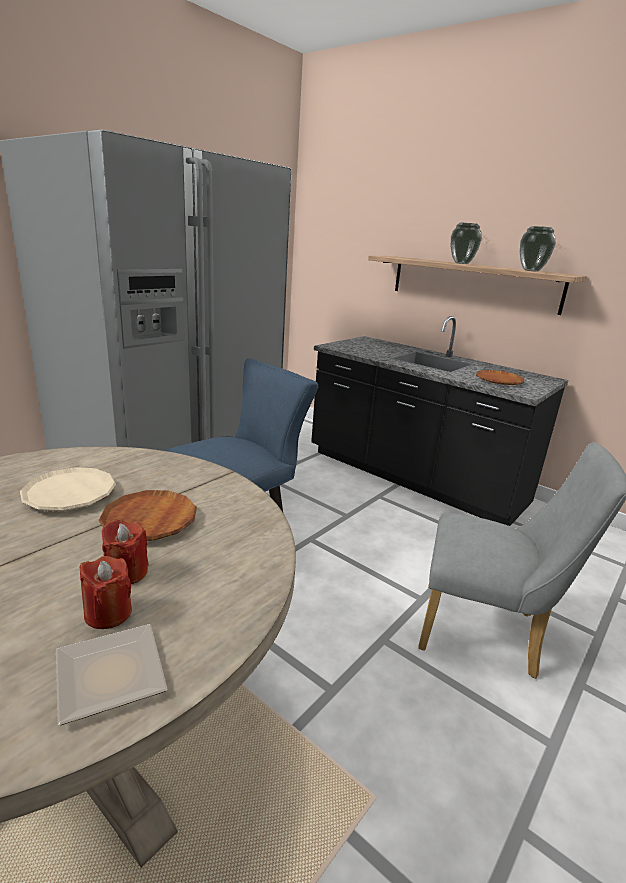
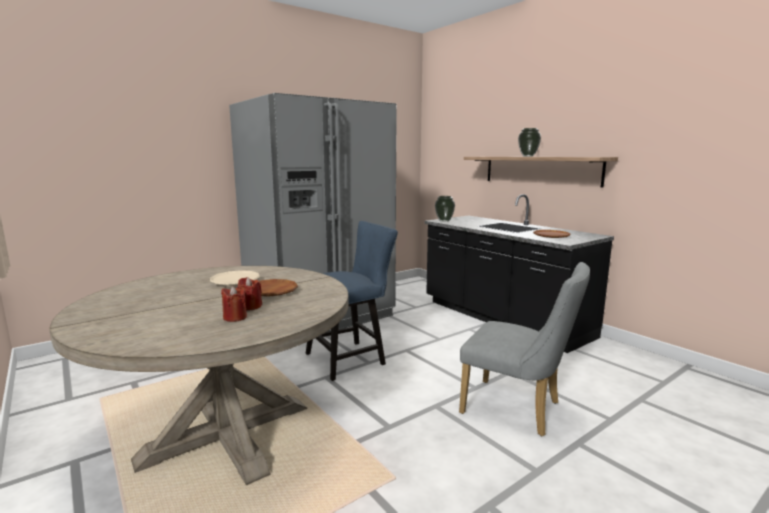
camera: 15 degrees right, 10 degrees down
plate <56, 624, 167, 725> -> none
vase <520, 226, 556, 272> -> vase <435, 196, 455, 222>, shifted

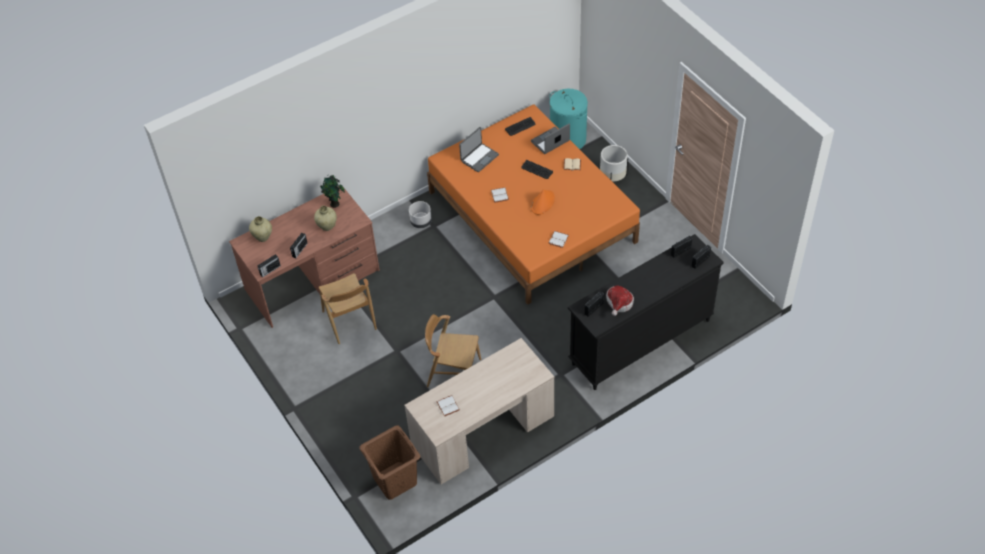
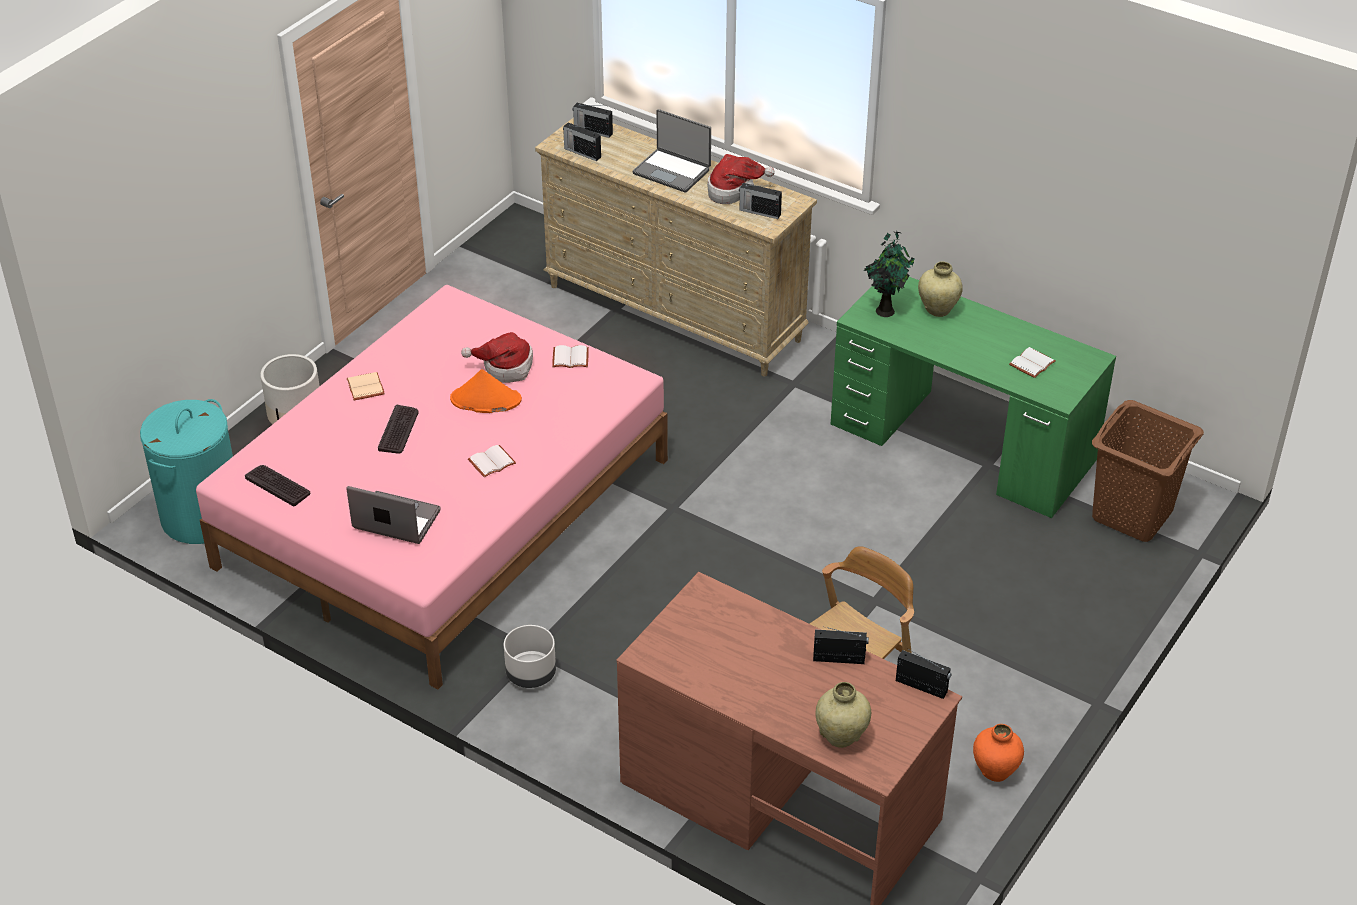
camera: 115 degrees left, 10 degrees down
plain chair in brown-coloured <425, 314, 481, 387> -> none
none -> hat <461, 332, 533, 383>
none -> vase in orange <973, 724, 1024, 782>
vase in beige-coloured <314, 206, 337, 231> -> vase in beige-coloured <918, 261, 963, 317>, shifted
houseplant <320, 175, 345, 208> -> houseplant <864, 231, 915, 317>, shifted
portable computer <531, 123, 570, 154> -> portable computer <632, 109, 711, 193>, shifted
desk in beige-coloured <404, 338, 554, 485> -> desk in green <831, 277, 1116, 518>
sleeping bed in orange <427, 104, 640, 305> -> sleeping bed in pink <196, 285, 668, 689>
dresser in black-coloured <568, 234, 724, 390> -> dresser in beige-coloured <535, 117, 817, 377>

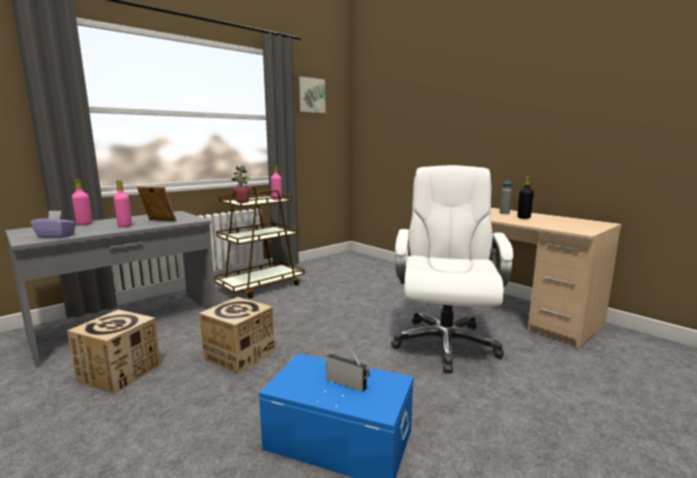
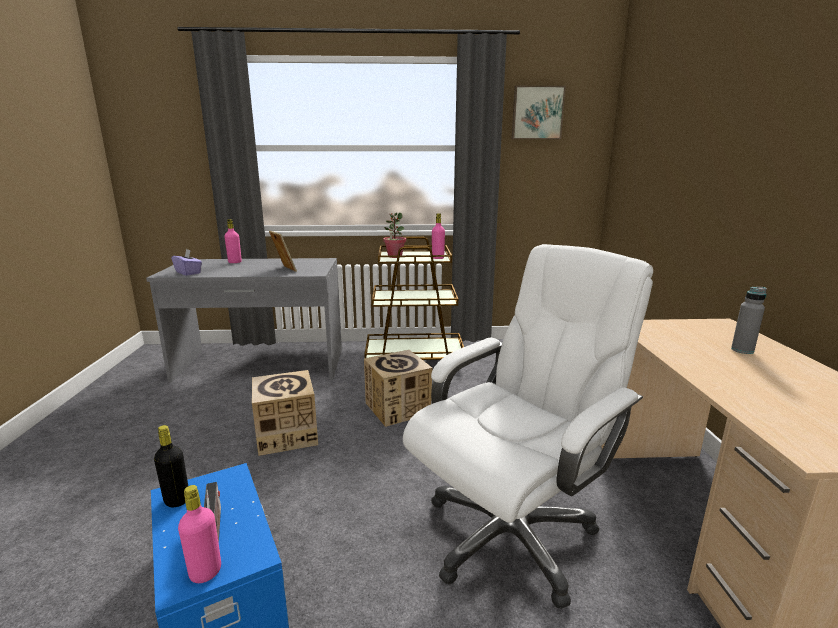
camera: 40 degrees right, 5 degrees up
cardboard box <67, 309, 160, 394> -> cardboard box <364, 350, 432, 427>, shifted
beverage bottle in pink <114, 180, 132, 227> -> beverage bottle in pink <178, 485, 221, 583>, shifted
beverage bottle in black-coloured <517, 176, 534, 219> -> beverage bottle in black-coloured <154, 425, 188, 507>, shifted

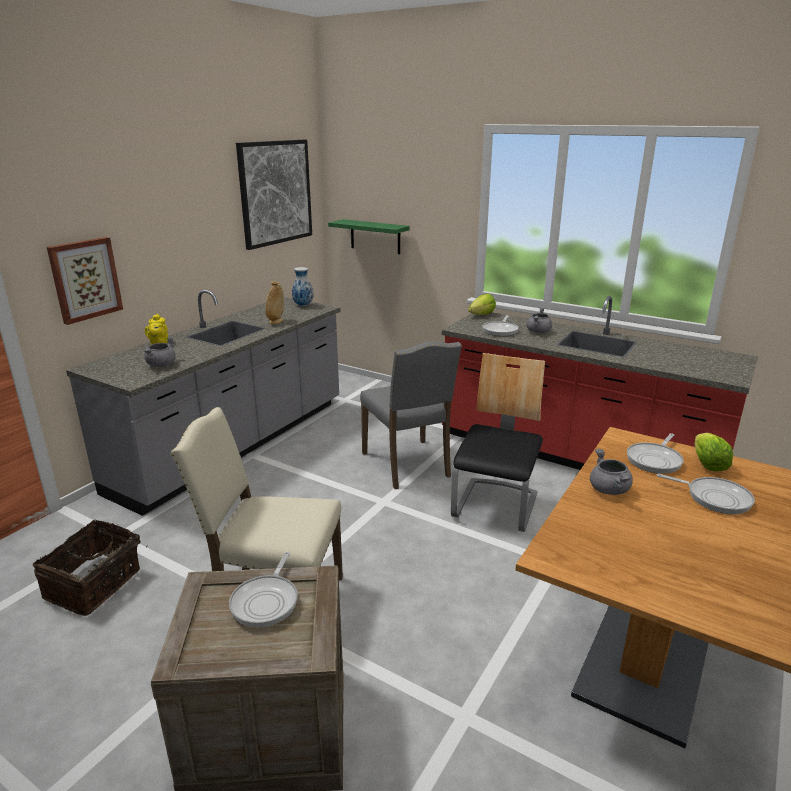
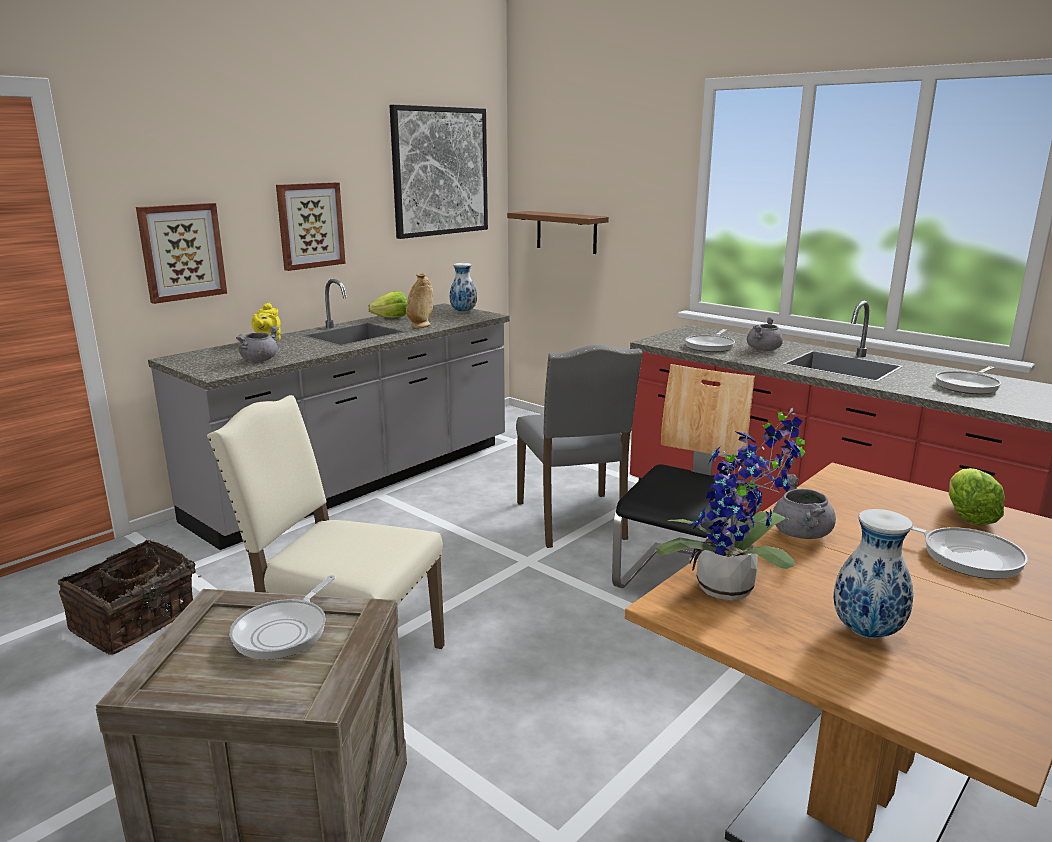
camera: 10 degrees right, 5 degrees down
none -> wall art <276, 182, 346, 271>
none -> houseplant <656, 408, 806, 601>
none -> vase <833, 509, 913, 639>
lettuce head <468, 294, 496, 315> -> lettuce head <368, 291, 407, 318>, shifted
skillet <627, 433, 684, 474> -> skillet <935, 366, 1001, 394>, shifted
bracket shelf in green <328, 219, 410, 254> -> bracket shelf in brown-coloured <507, 211, 609, 254>

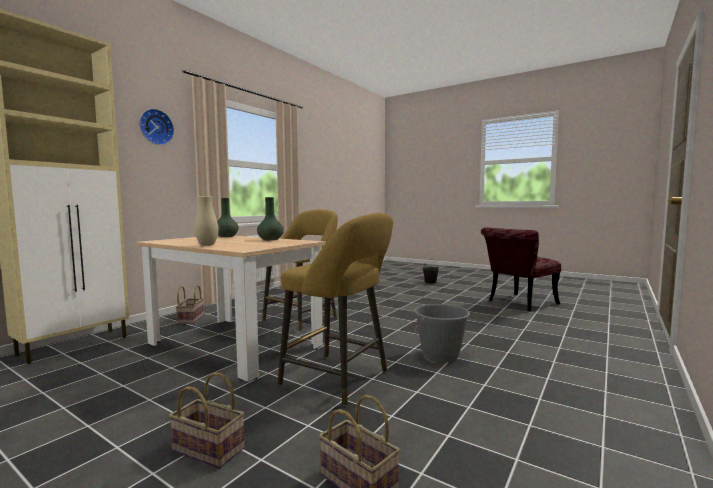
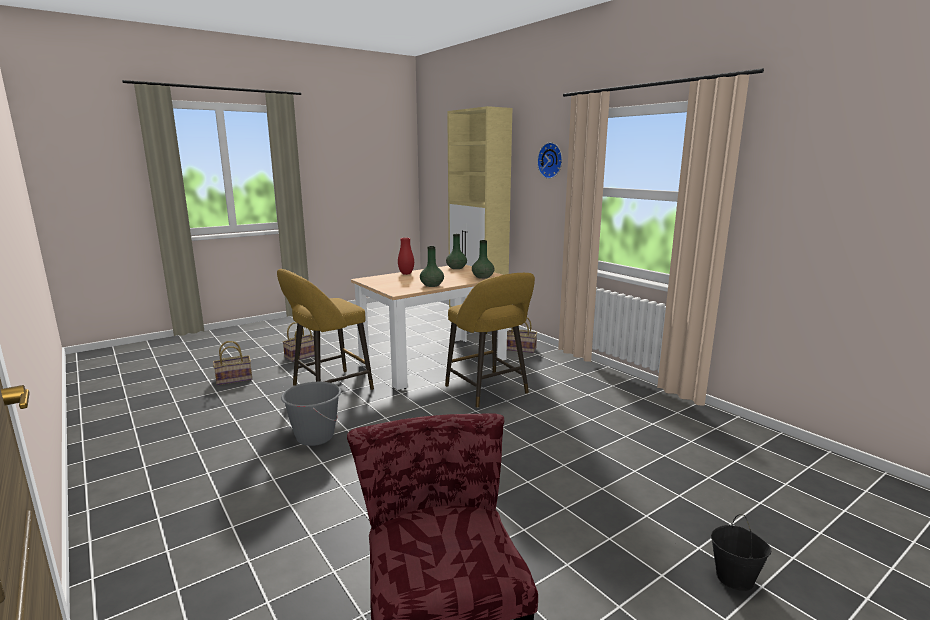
camera: 110 degrees right, 10 degrees up
none -> vase in green <446, 234, 467, 269>
vase in beige-coloured <194, 196, 219, 246> -> vase in red-coloured <398, 238, 414, 275>

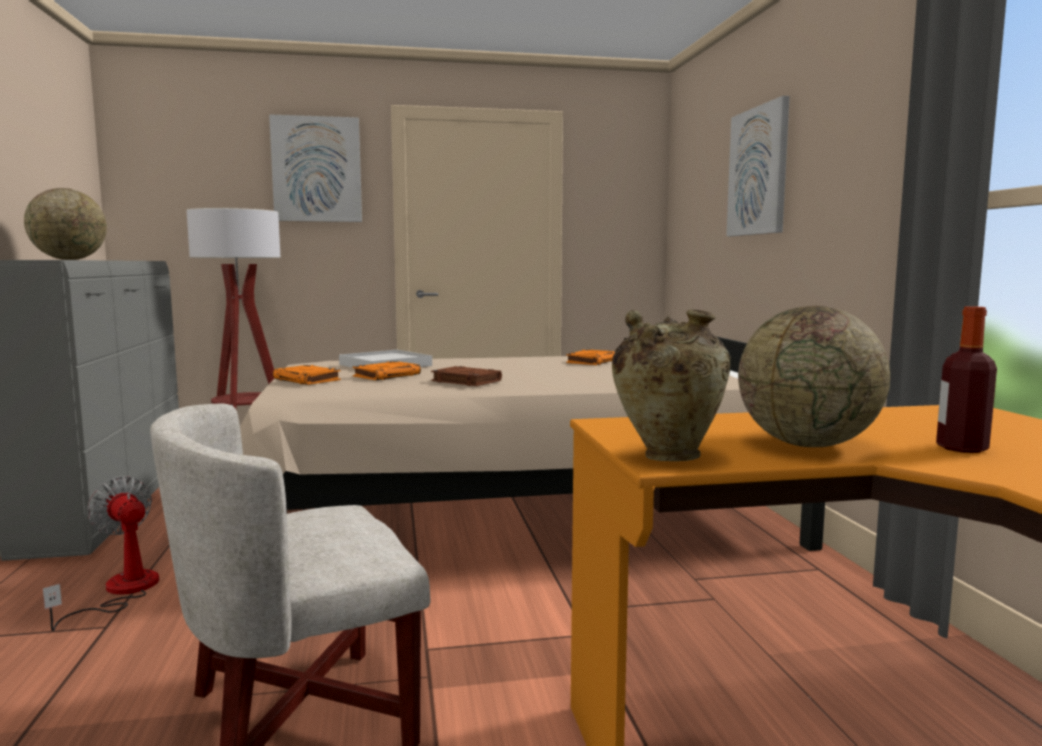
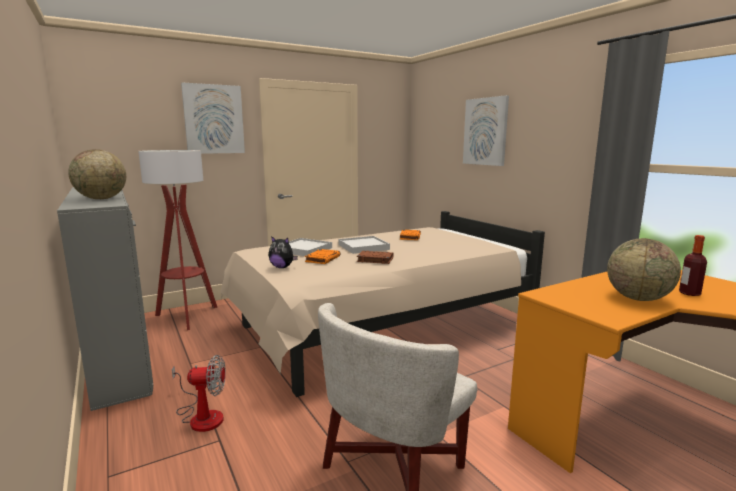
camera: 20 degrees left, 5 degrees up
vase in beige-coloured <612, 309, 731, 461> -> none
none -> carrying tray in white-coloured <339, 236, 390, 254>
book in orange <273, 365, 341, 385> -> plush toy <269, 236, 298, 268>
fan <43, 476, 159, 631> -> fan <172, 355, 226, 432>, 150 degrees clockwise

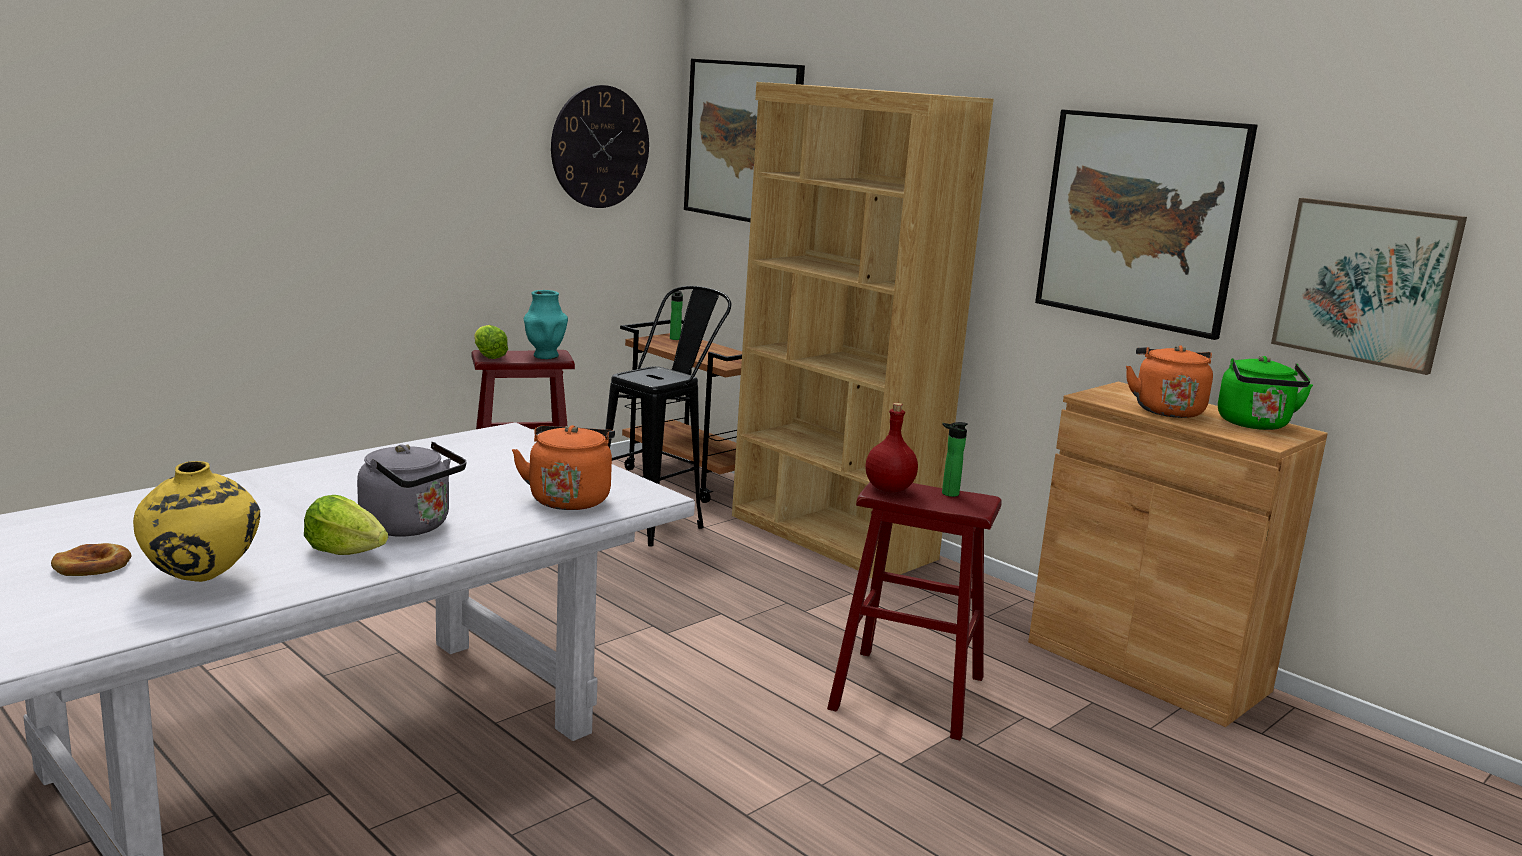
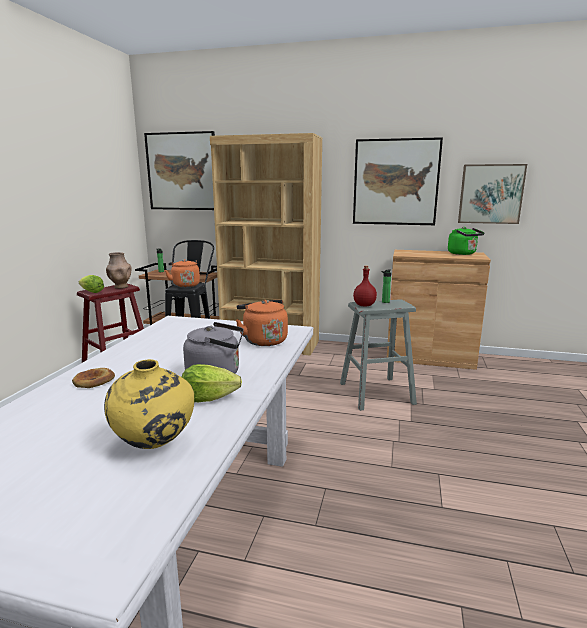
camera: 30 degrees left, 0 degrees up
wall clock <551, 85, 649, 208> -> none
bread <51, 543, 132, 576> -> bread <72, 368, 115, 388>, shifted
tea kettle in orange <1126, 345, 1213, 418> -> tea kettle in orange <165, 259, 200, 288>, shifted
vase in turquoise <524, 290, 568, 359> -> vase in brown-coloured <106, 252, 131, 289>
stool seat in red-coloured <827, 482, 1002, 740> -> stool seat in grey <340, 299, 417, 411>

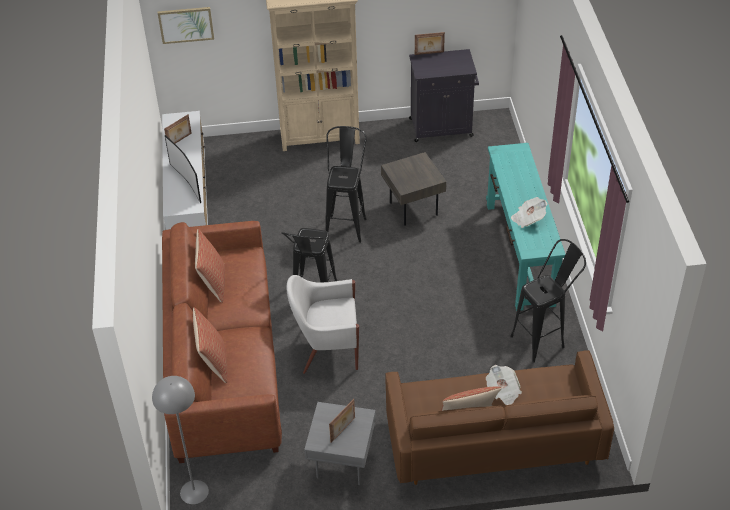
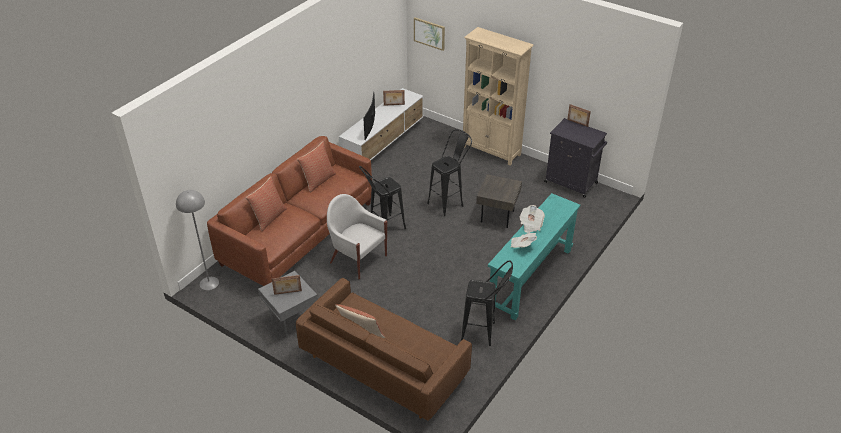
camera: 40 degrees right, 5 degrees down
printed paper <486, 365, 522, 405> -> printed paper <519, 205, 545, 233>, shifted

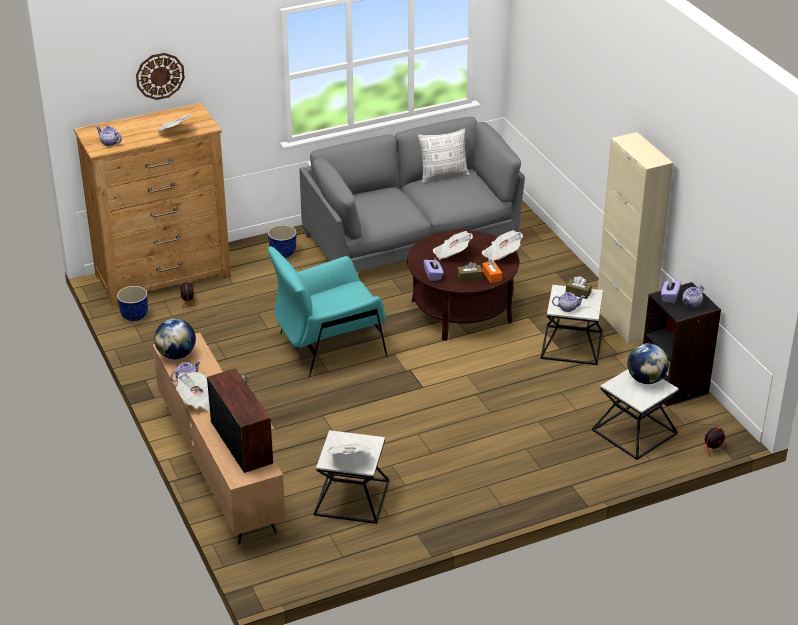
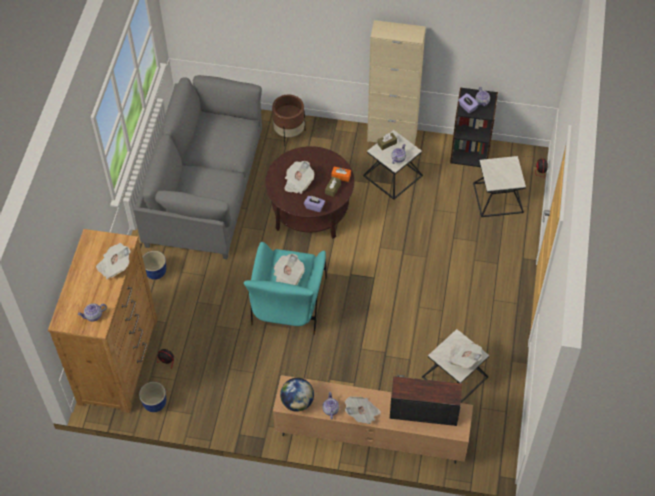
camera: 55 degrees left, 20 degrees up
wall clock <136, 53, 185, 100> -> none
pillow <418, 129, 470, 183> -> none
globe <627, 343, 669, 384> -> none
none -> planter in brown-coloured <272, 95, 305, 144>
printed paper <482, 230, 523, 261> -> printed paper <273, 254, 305, 285>, shifted

